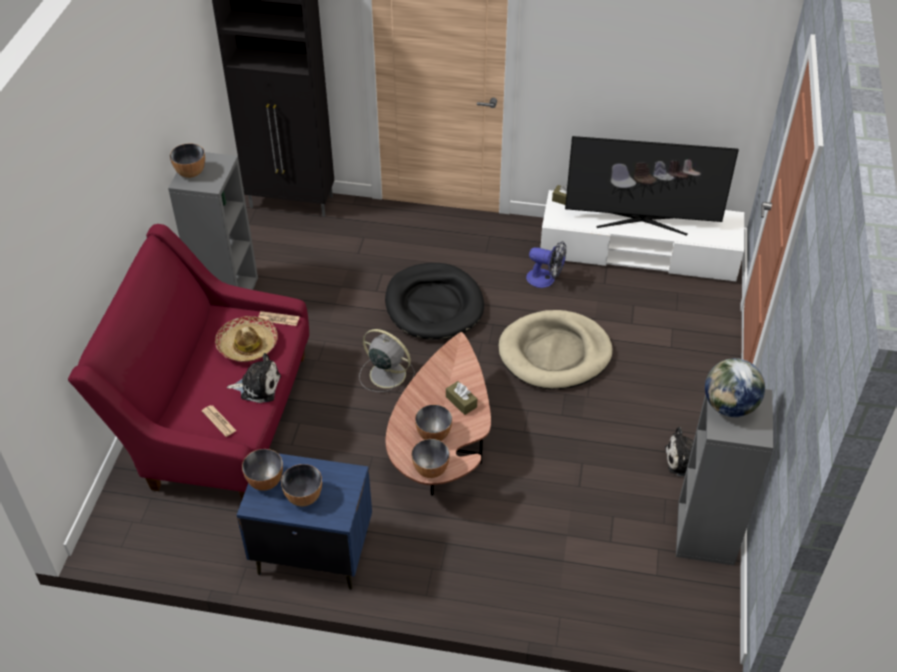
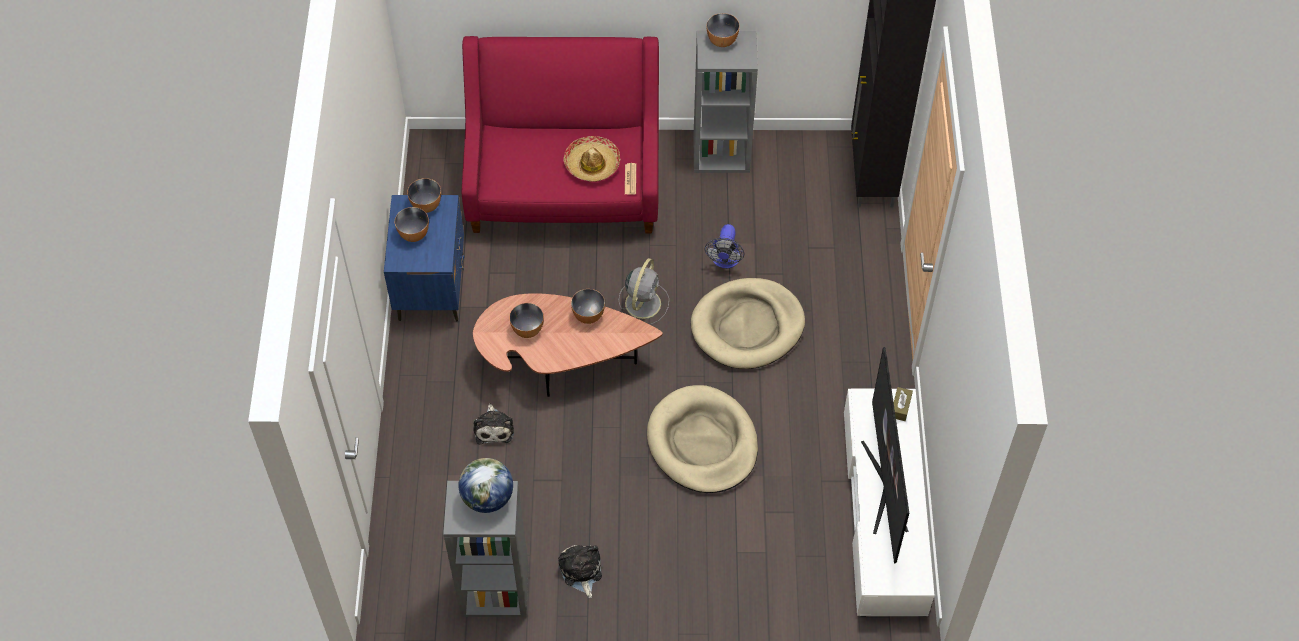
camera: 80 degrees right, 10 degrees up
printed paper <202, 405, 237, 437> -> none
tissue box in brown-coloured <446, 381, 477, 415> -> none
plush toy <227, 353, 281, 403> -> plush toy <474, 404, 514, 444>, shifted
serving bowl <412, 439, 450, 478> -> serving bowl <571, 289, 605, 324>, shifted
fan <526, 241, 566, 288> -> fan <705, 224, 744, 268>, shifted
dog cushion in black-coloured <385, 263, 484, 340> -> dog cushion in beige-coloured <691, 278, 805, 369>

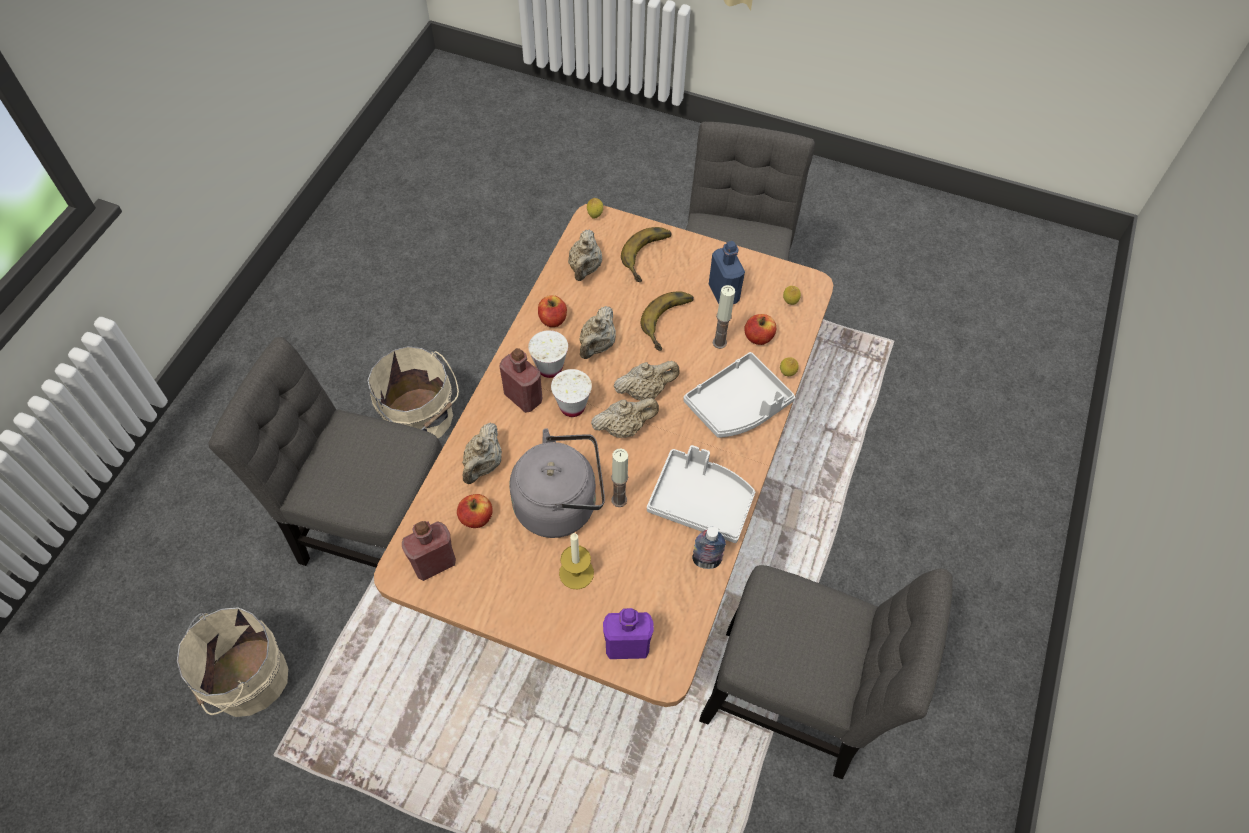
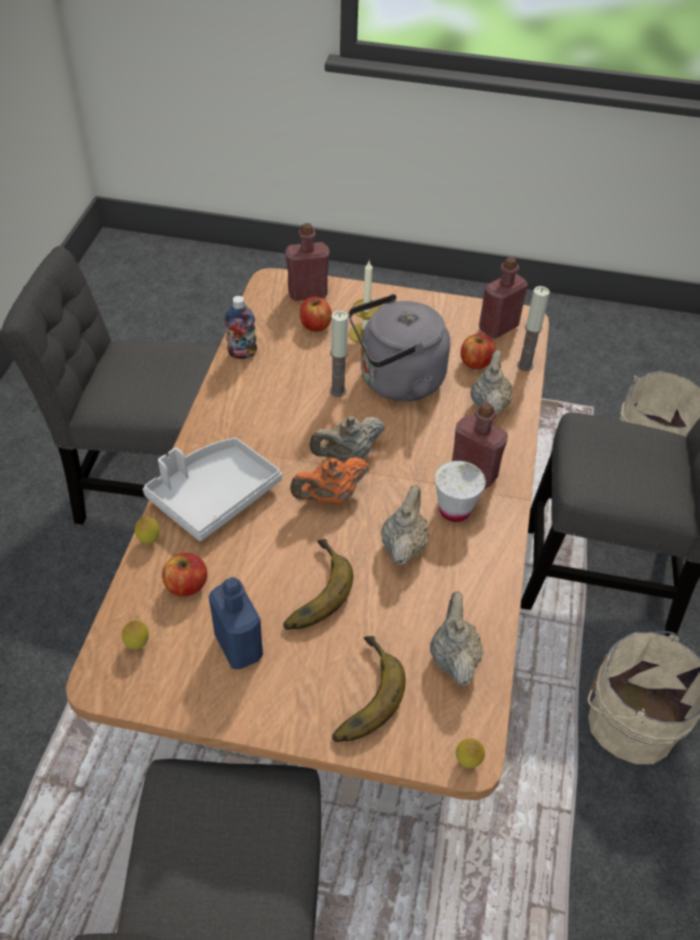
camera: 170 degrees right, 10 degrees down
small cup in white-coloured <551, 369, 592, 417> -> none
carrying tray in grey <647, 445, 755, 543> -> none
whole apple <538, 295, 567, 327> -> whole apple <300, 297, 332, 332>, shifted
wax candle <713, 285, 735, 349> -> wax candle <517, 286, 550, 371>, shifted
beverage bottle in purplish <603, 608, 654, 659> -> beverage bottle in red-coloured <285, 223, 330, 301>
pot for tea in beige-coloured <614, 361, 679, 400> -> pot for tea in orange <290, 457, 369, 506>

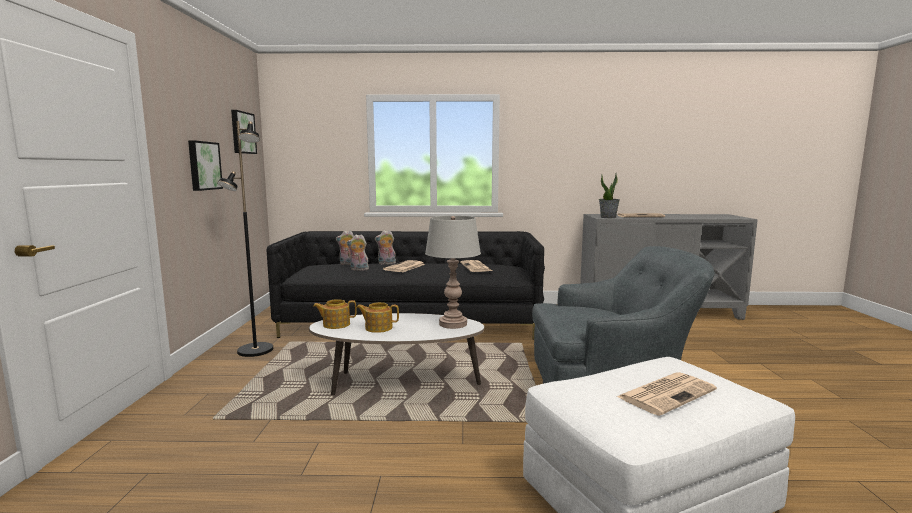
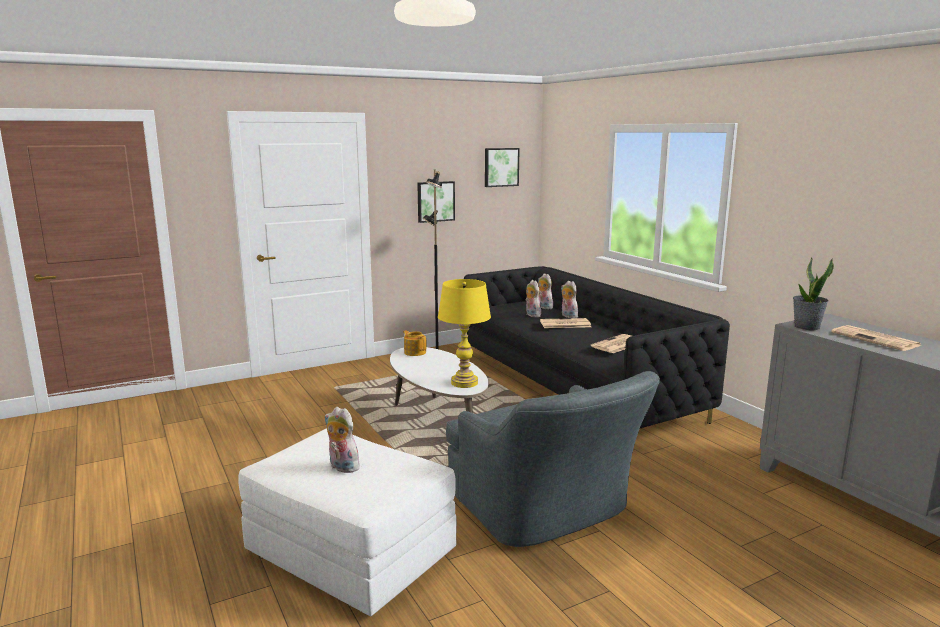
camera: 60 degrees right, 5 degrees up
pot for tea <356, 302, 399, 333> -> none
printed paper <617, 372, 717, 416> -> plush toy <325, 407, 361, 473>
table lamp in grey <425, 216, 481, 329> -> table lamp in yellow-coloured <438, 279, 491, 388>

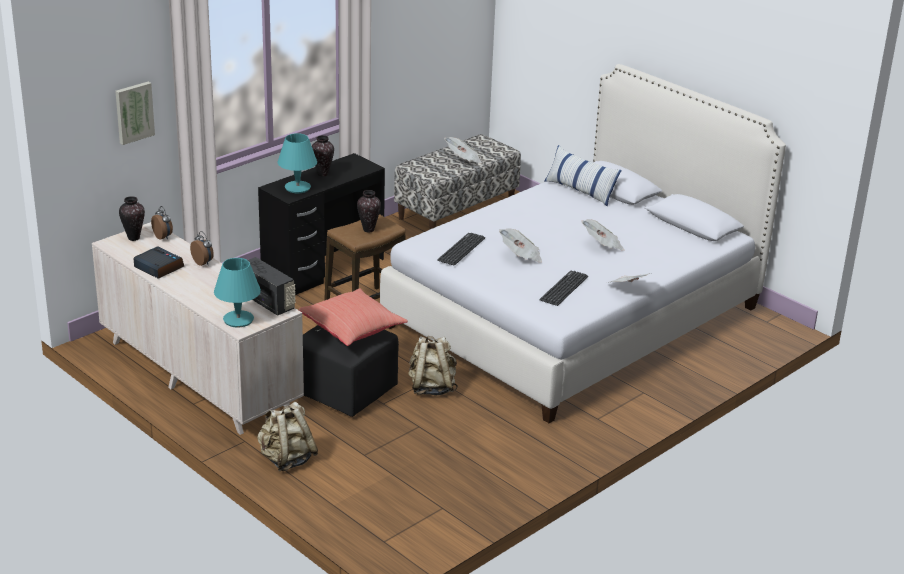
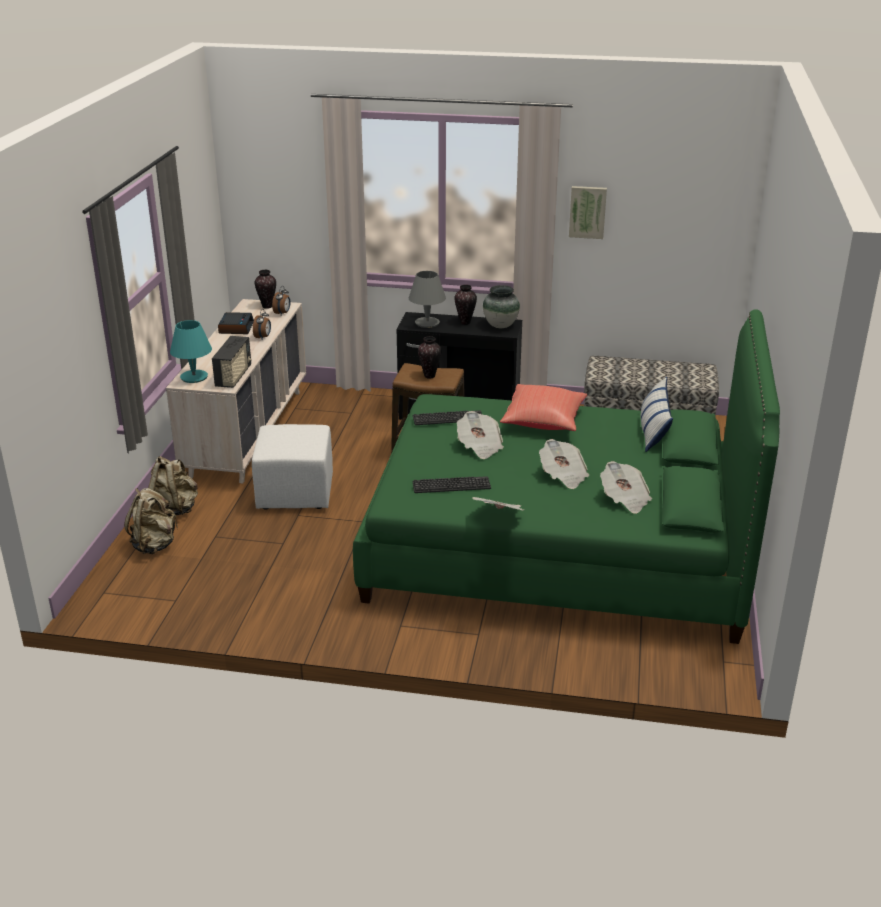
camera: 55 degrees right, 0 degrees up
none -> vase <483, 285, 520, 328>
wall art <115, 82, 155, 145> -> wall art <569, 186, 607, 239>, shifted
pillow in red-coloured <298, 288, 408, 346> -> pillow in red-coloured <500, 384, 587, 431>, shifted
knapsack in beige-coloured <408, 336, 458, 395> -> knapsack in beige-coloured <124, 488, 178, 554>, shifted
printed paper <444, 137, 482, 164> -> printed paper <600, 461, 652, 514>, shifted
table lamp in turquoise <278, 133, 317, 193> -> table lamp in grey <409, 271, 446, 328>
ottoman in black-coloured <303, 325, 399, 417> -> ottoman in white-coloured <252, 424, 333, 510>
sleeping bed in white-coloured <380, 64, 786, 423> -> sleeping bed in green <353, 309, 780, 644>

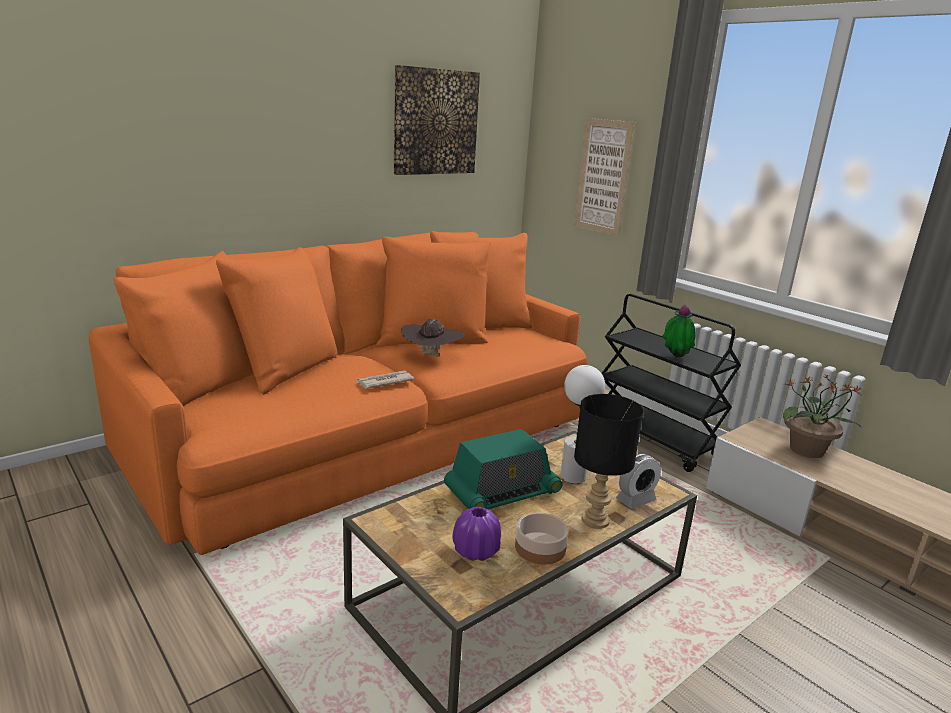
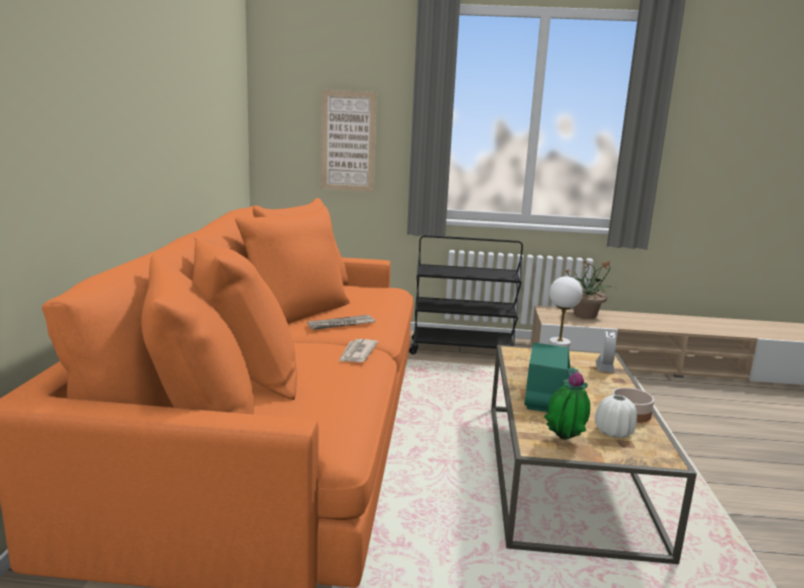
camera: 45 degrees left, 5 degrees down
wall art <393, 65, 480, 175> -> none
table lamp in black-coloured <574, 394, 644, 529> -> none
houseplant <662, 305, 695, 358> -> houseplant <544, 371, 590, 440>, shifted
hat in brown-coloured <401, 319, 464, 356> -> printed paper <307, 315, 375, 330>
vase in purplish <452, 507, 501, 561> -> vase in white-coloured <595, 395, 637, 438>

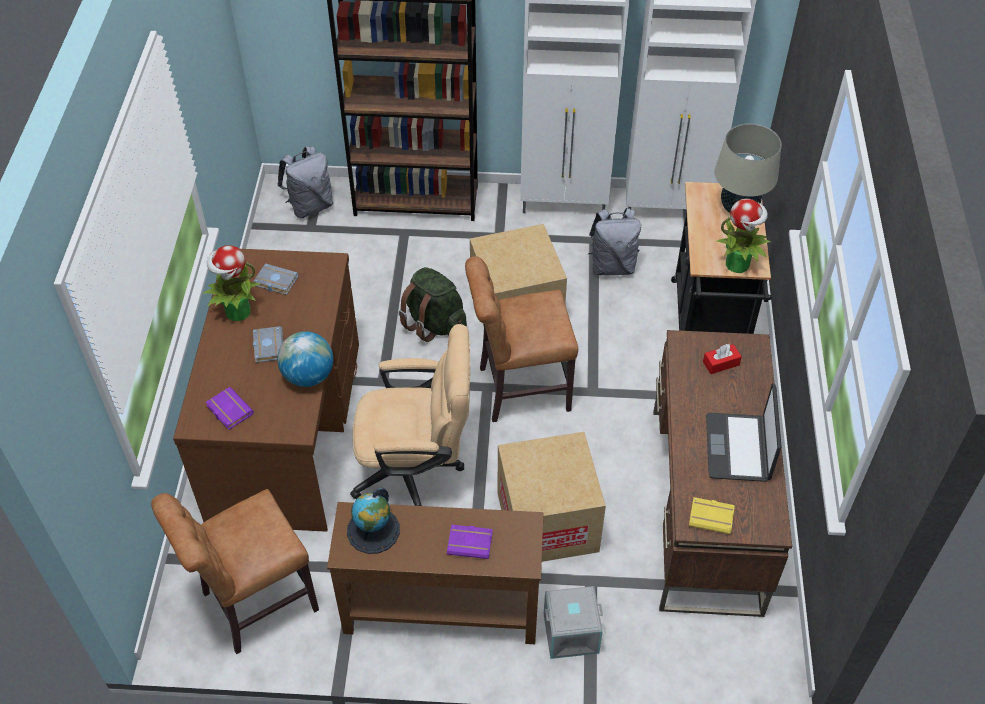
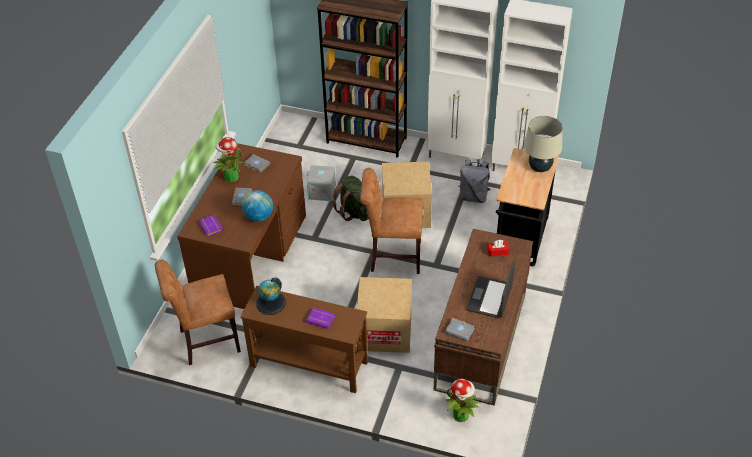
camera: 15 degrees right, 5 degrees down
knapsack in grey <277, 146, 333, 218> -> none
desk chair in beige-coloured <350, 324, 470, 506> -> none
storage bin in grey <544, 586, 603, 659> -> storage bin in grey <307, 165, 336, 201>, shifted
houseplant <716, 199, 771, 273> -> houseplant <445, 379, 480, 422>, shifted
book in yellow-coloured <689, 497, 735, 534> -> book in grey <445, 318, 475, 341>

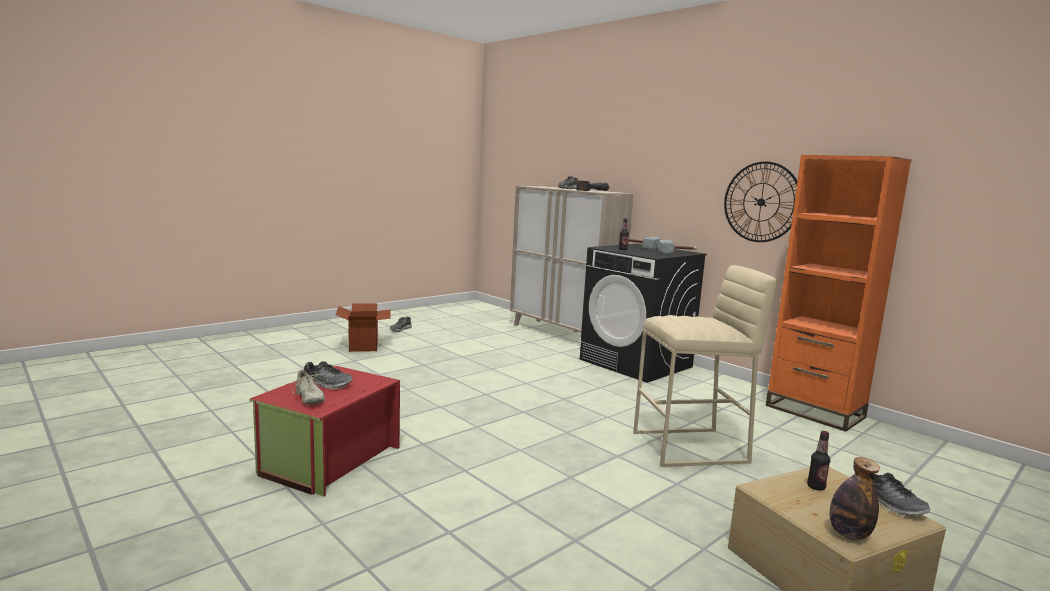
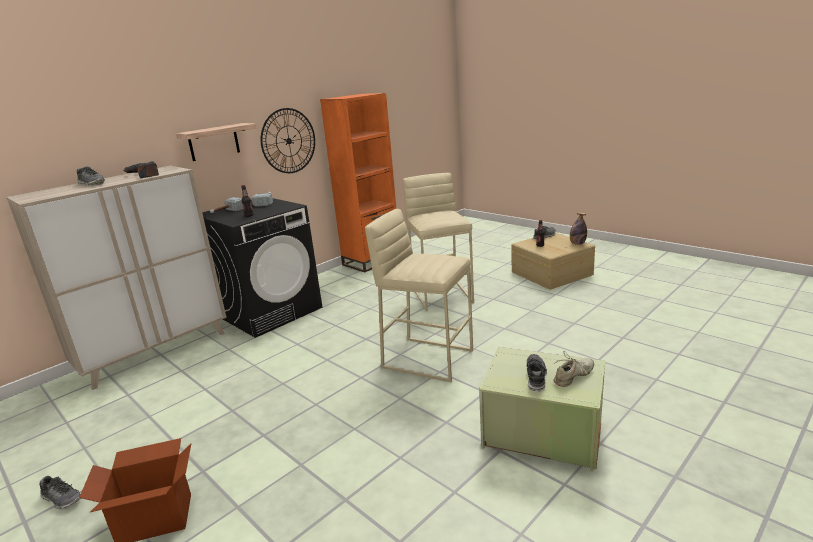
camera: 90 degrees left, 10 degrees up
none -> bracket shelf <176, 123, 256, 161>
none -> stool seat in beige-coloured <365, 209, 473, 382>
storage bin in red-coloured <249, 366, 400, 497> -> storage bin in green <479, 347, 605, 471>

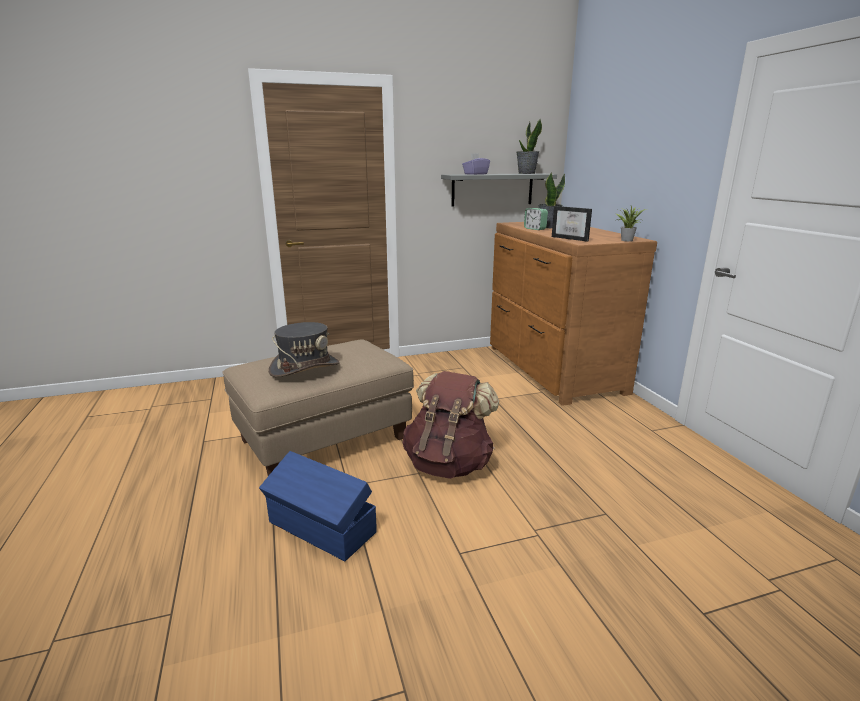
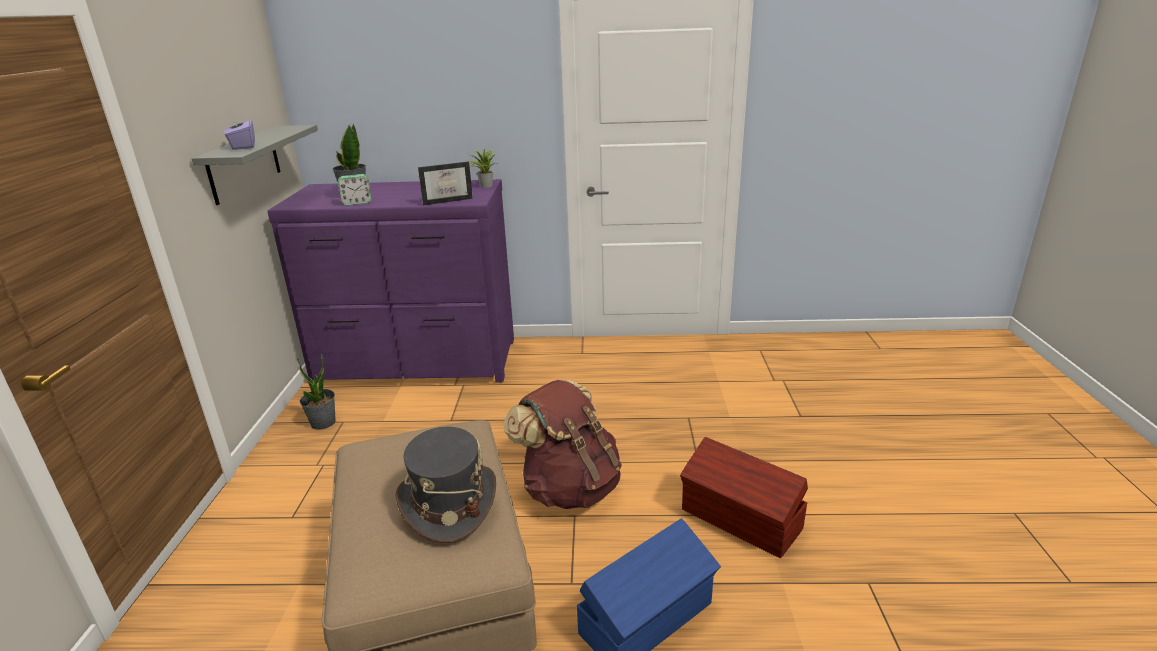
camera: 70 degrees left, 5 degrees up
none -> storage bin in brown-coloured <680, 437, 808, 558>
houseplant <517, 119, 542, 174> -> houseplant <297, 354, 336, 430>, shifted
dresser in brown-coloured <490, 222, 657, 406> -> dresser in purplish <268, 179, 514, 382>

